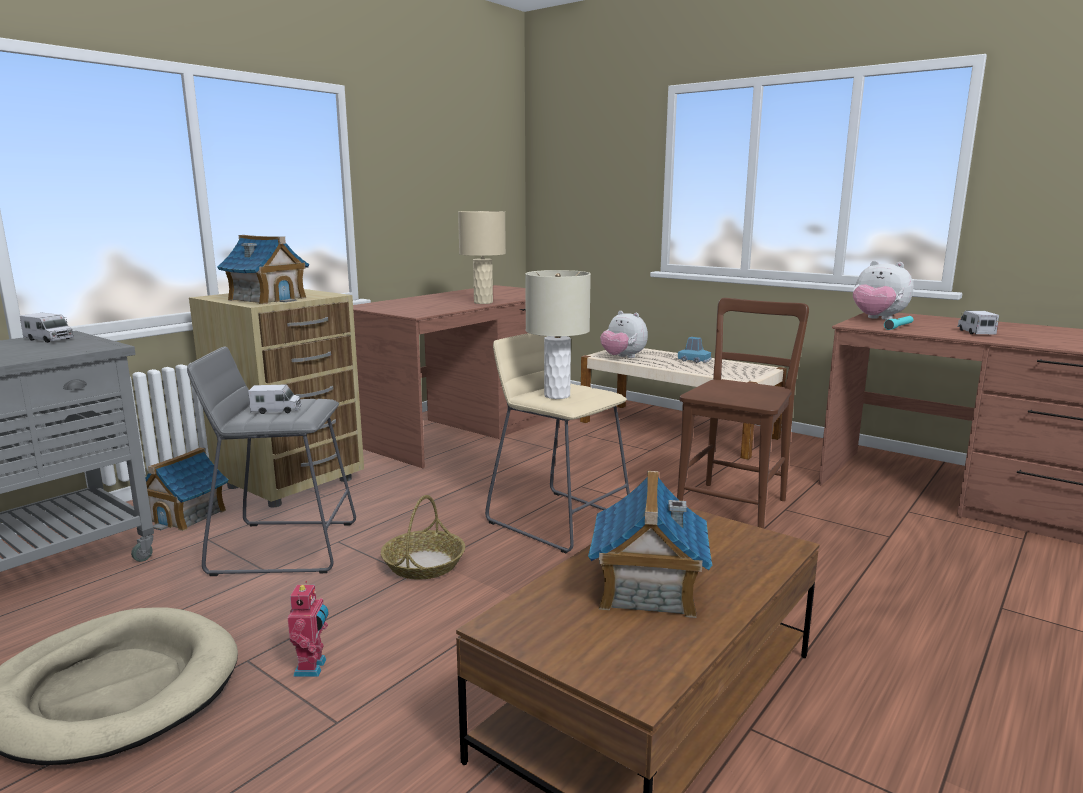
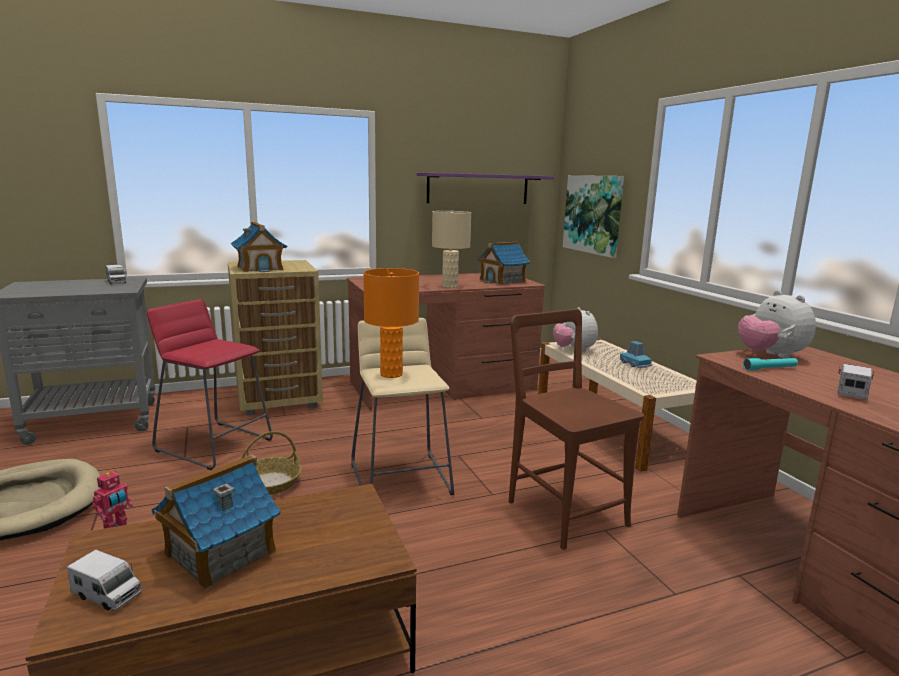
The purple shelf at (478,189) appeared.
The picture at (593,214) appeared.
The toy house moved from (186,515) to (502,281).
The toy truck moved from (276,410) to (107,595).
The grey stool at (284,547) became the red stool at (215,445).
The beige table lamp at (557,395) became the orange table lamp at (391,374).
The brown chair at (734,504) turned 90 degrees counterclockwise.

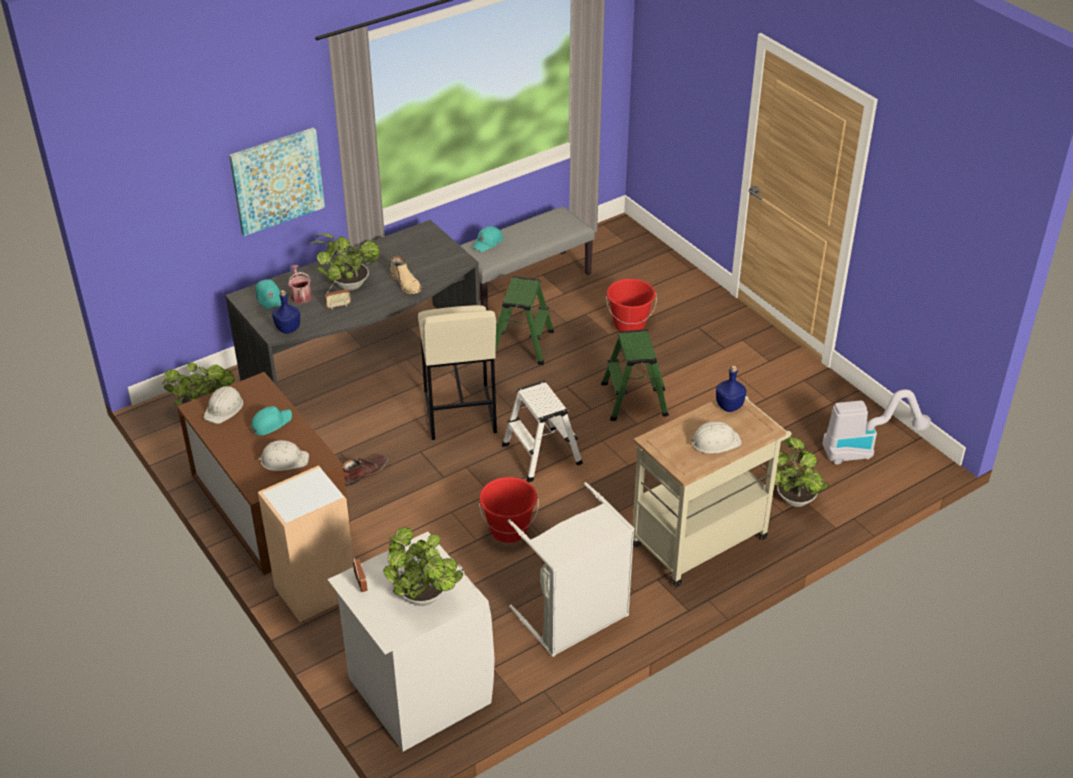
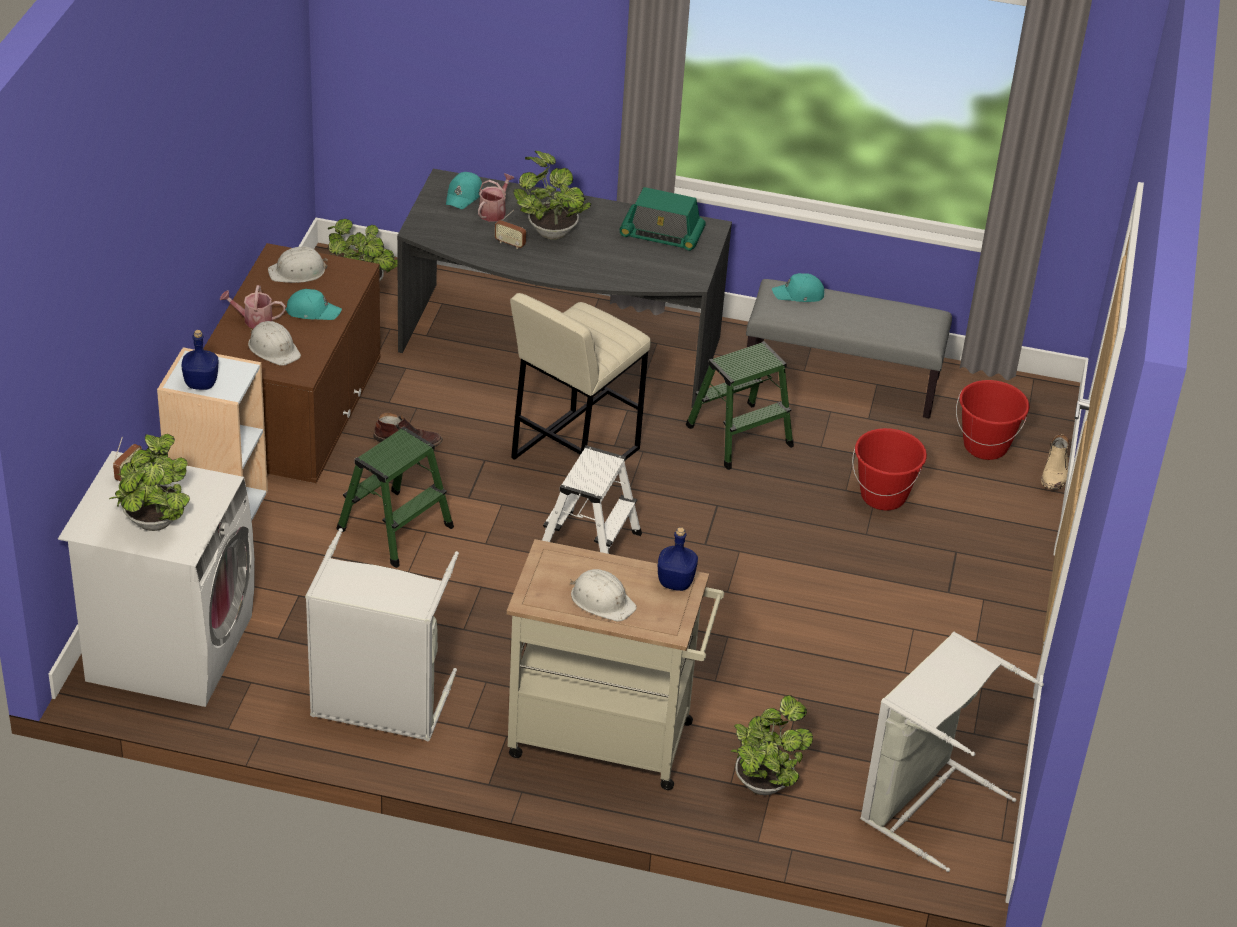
The picture at (277,180) disappeared.
The watering can at (254,320) appeared.
The radio at (661,235) appeared.
The blue bottle moved from (288,328) to (202,383).
The beige boot moved from (407,284) to (1055,473).
The red bucket moved from (508,530) to (985,446).
The green step ladder moved from (634,400) to (394,528).
The vacuum cleaner at (865,450) was replaced by the grey laundry basket at (924,802).

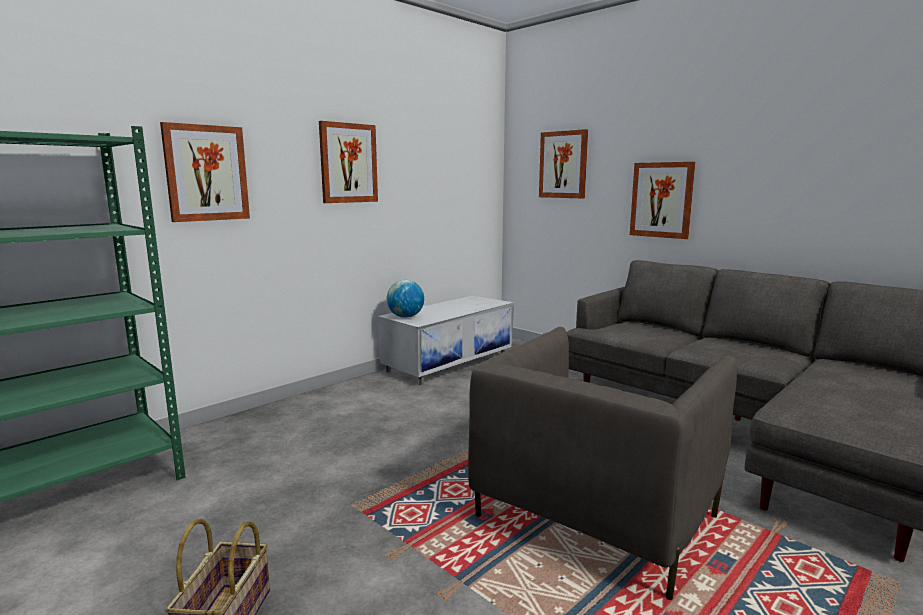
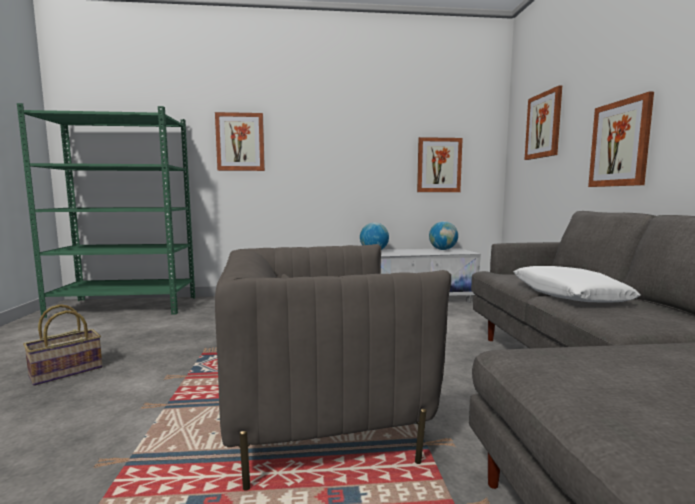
The globe at (443,249) appeared.
The white pillow at (568,295) appeared.
The picture moved from (348,163) to (439,165).

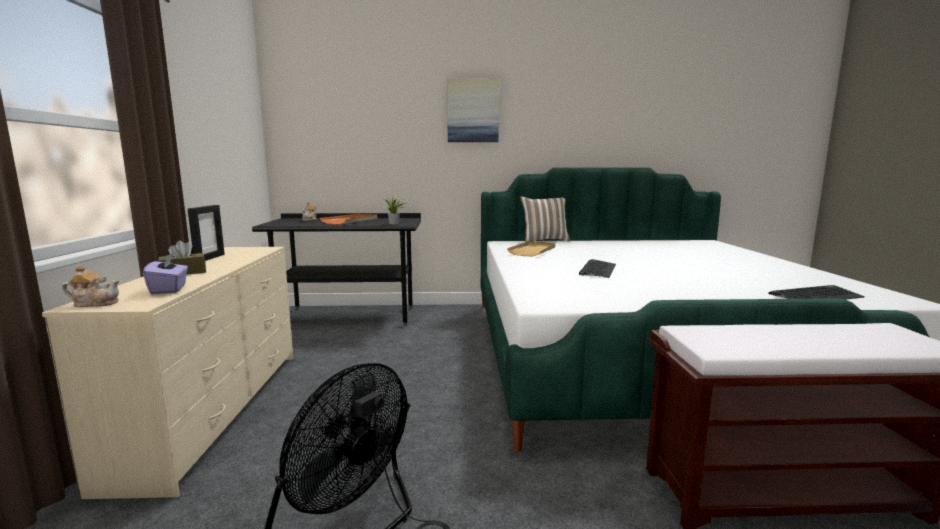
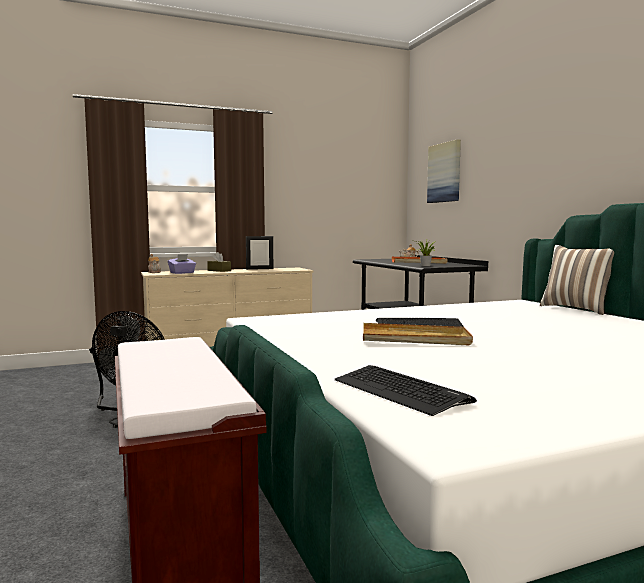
The picture moved from (473,111) to (444,172).
The beige tray moved from (533,251) to (415,339).

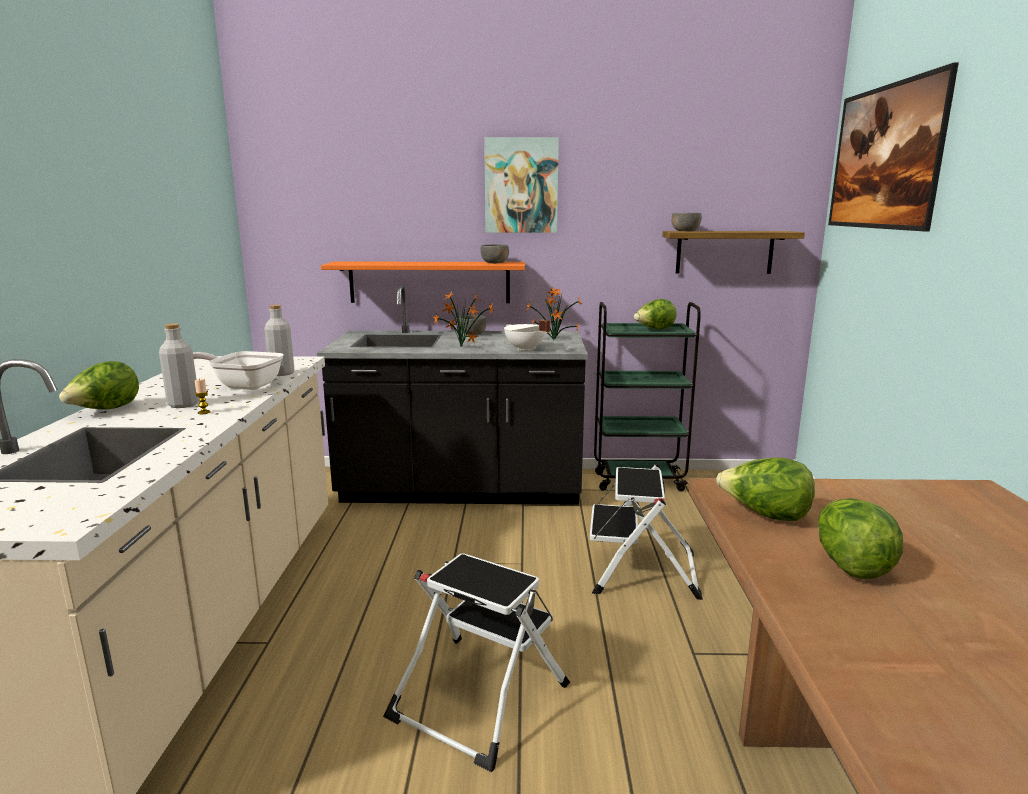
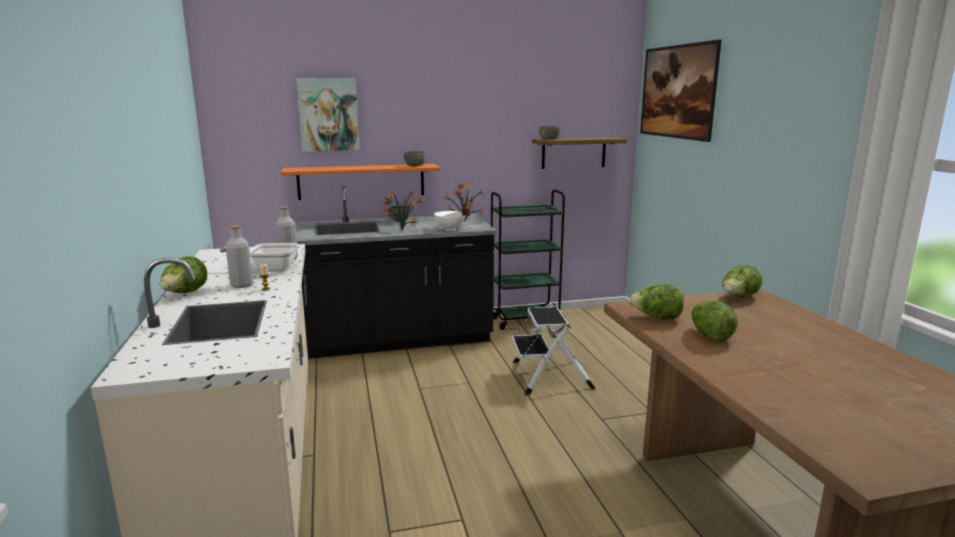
The step ladder at (478,694) disappeared.
The picture moved from (521,186) to (328,115).
The lettuce moved from (654,329) to (739,298).

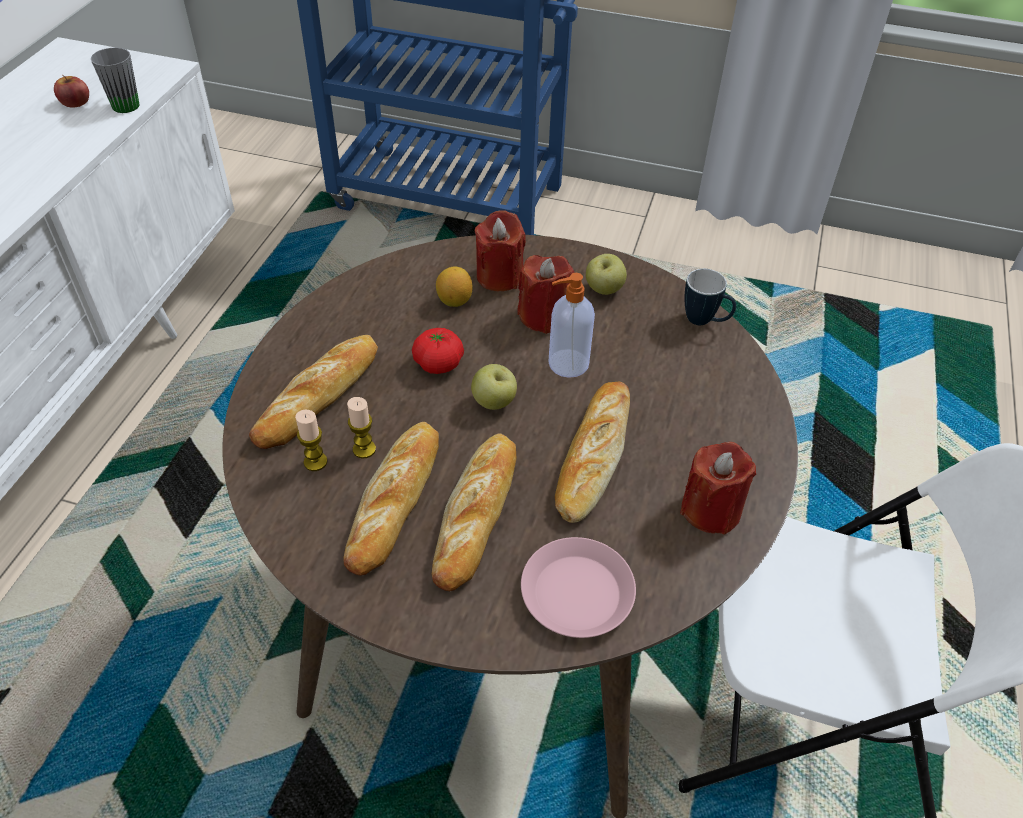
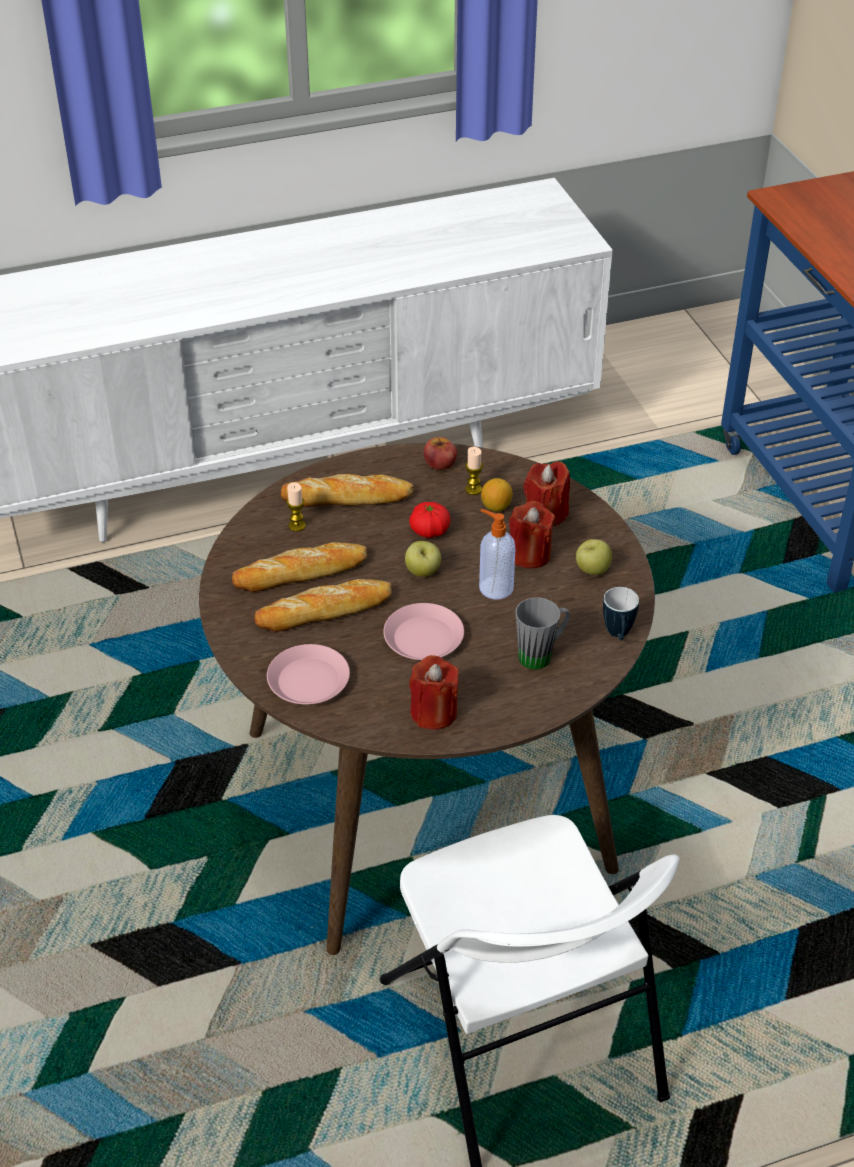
The apple moved from (75,102) to (440,463).
The grey mug moved from (128,102) to (542,654).
The candle moved from (364,449) to (473,489).
The bread at (593,455) was replaced by the pink plate at (424,638).

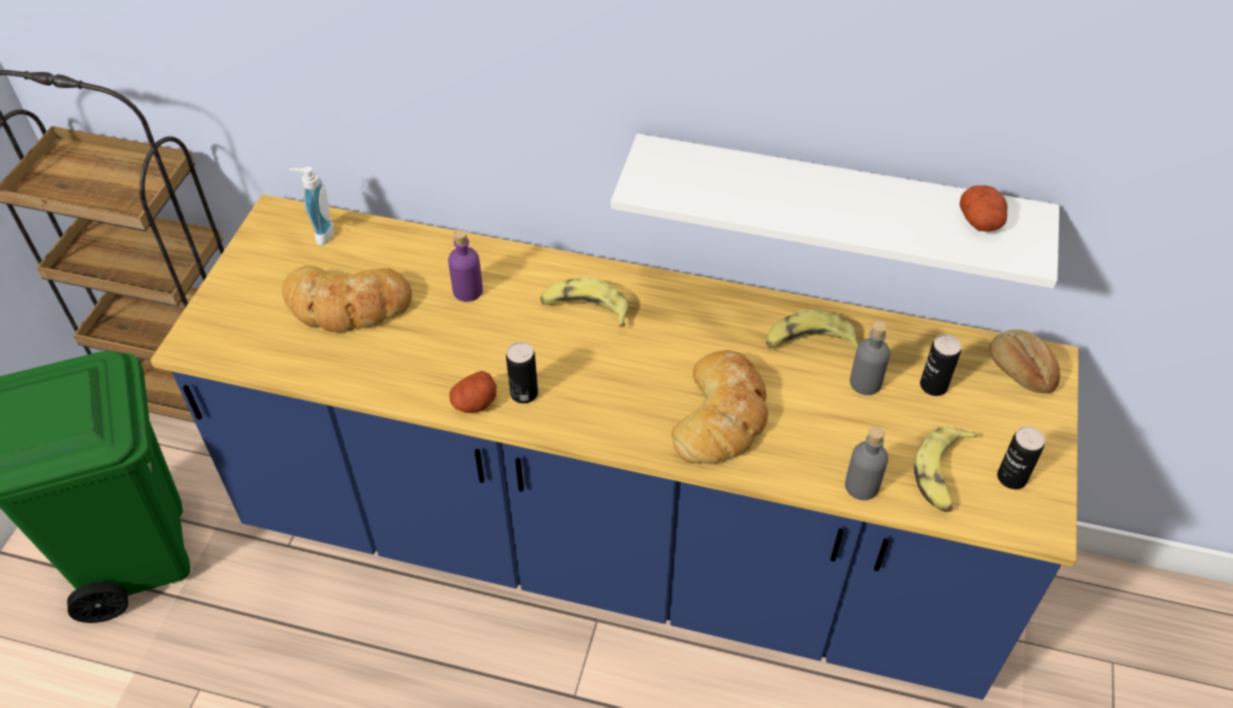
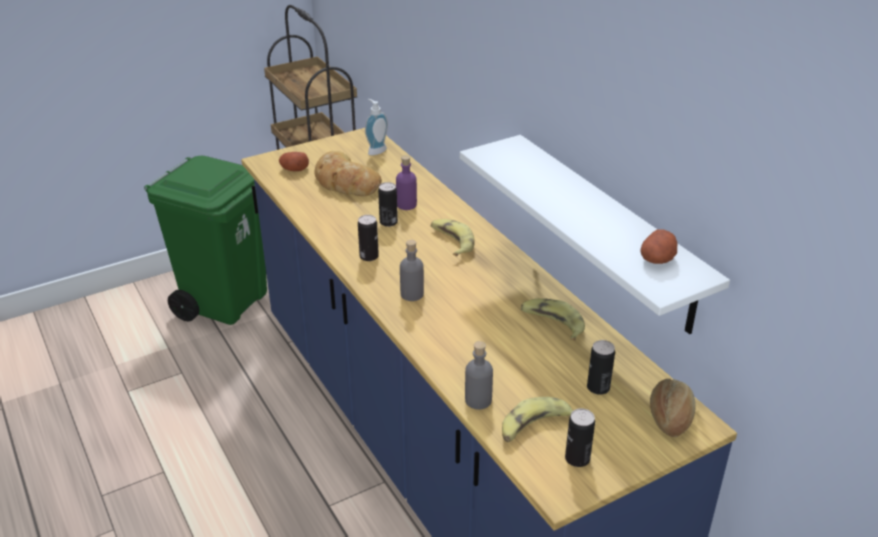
The bread at (722,415) disappeared.
The can at (388,222) appeared.
The potato moved from (474,403) to (294,169).
The grey bottle moved from (865,382) to (412,294).

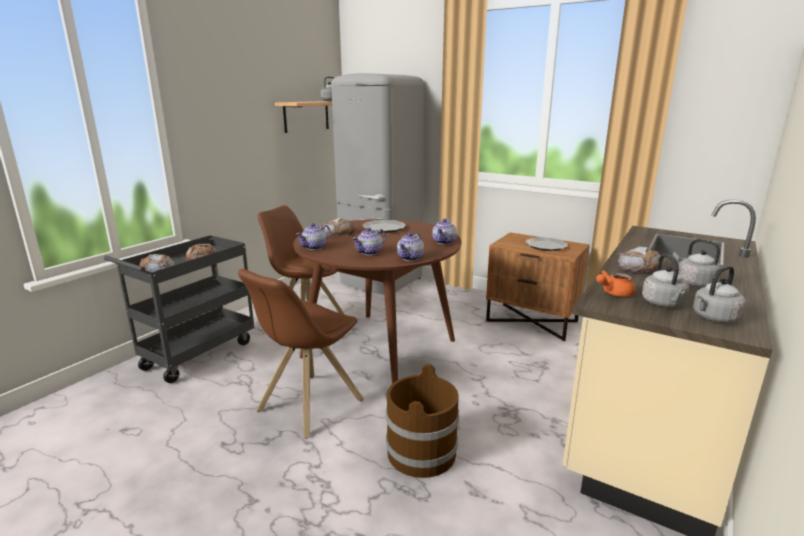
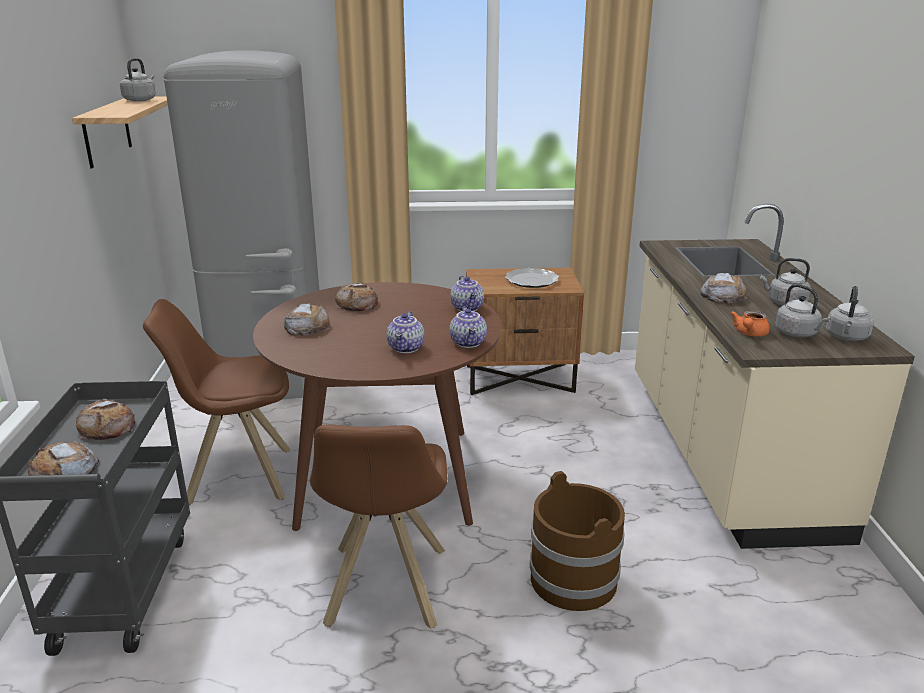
The teapot at (314,247) disappeared.
The plate at (384,228) was replaced by the bread at (357,303).

